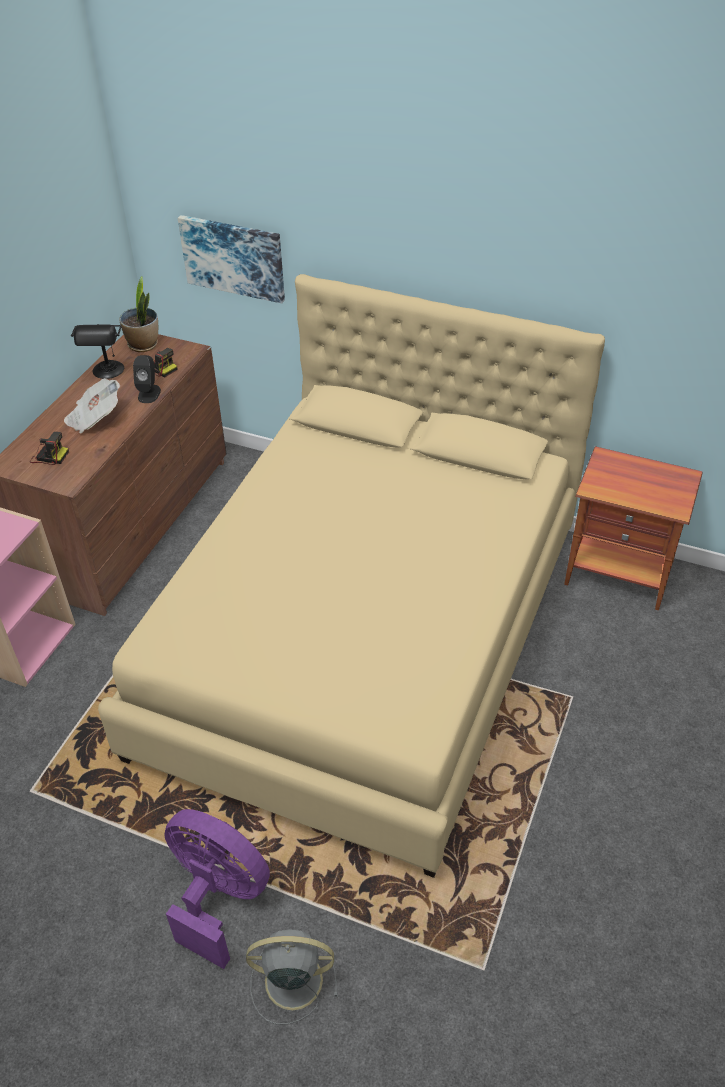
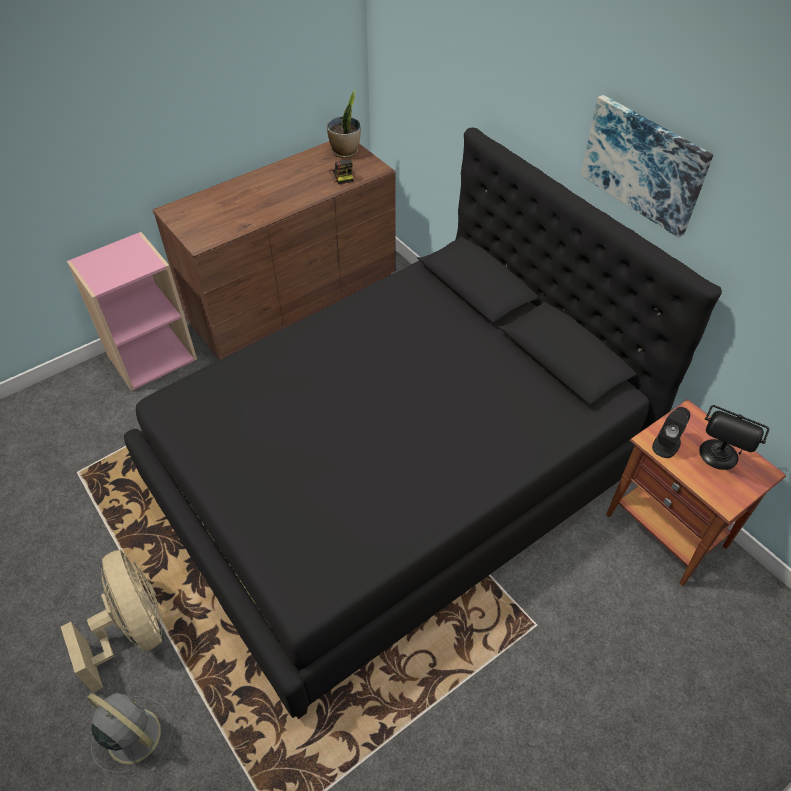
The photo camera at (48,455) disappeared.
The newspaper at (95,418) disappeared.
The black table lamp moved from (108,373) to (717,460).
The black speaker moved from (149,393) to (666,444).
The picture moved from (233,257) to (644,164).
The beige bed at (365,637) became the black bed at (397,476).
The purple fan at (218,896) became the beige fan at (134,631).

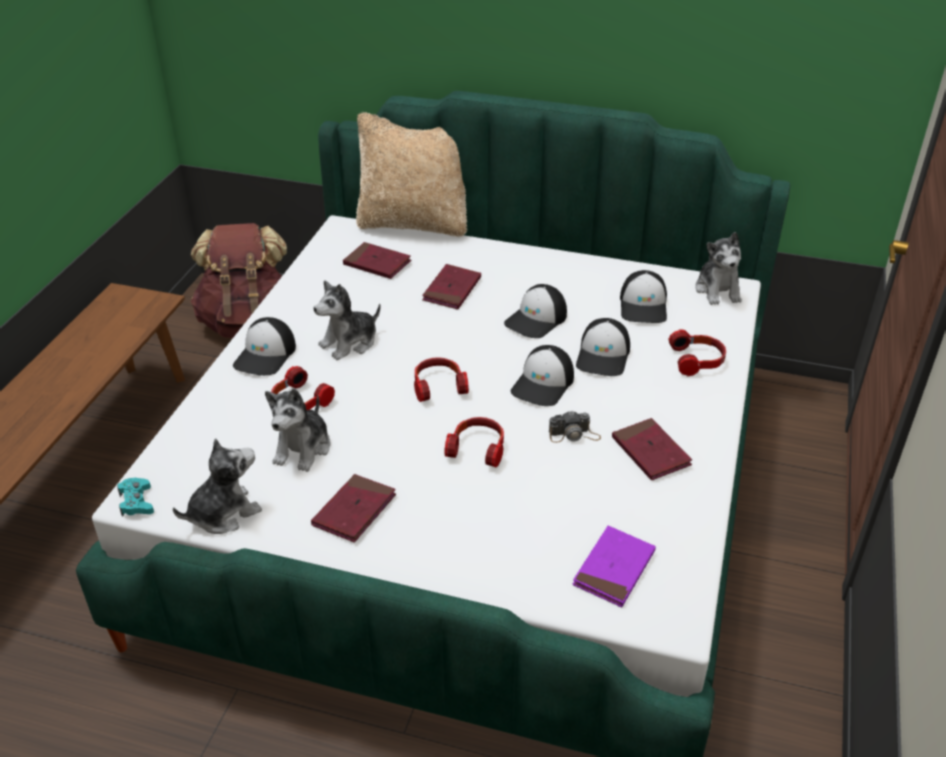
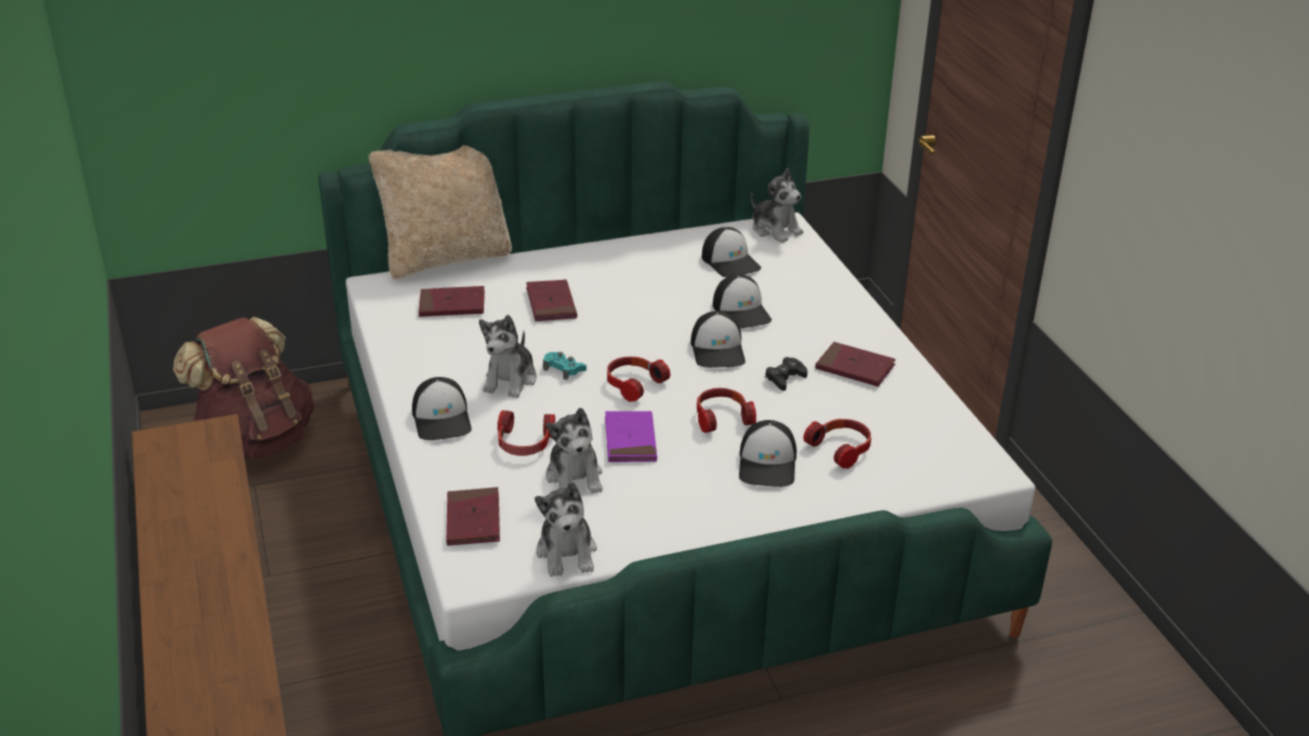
The turquoise game controller moved from (136,502) to (564,369).
The red book moved from (354,511) to (473,520).
The cap moved from (536,319) to (768,464).
The purple book moved from (614,569) to (630,440).
The headphones moved from (697,360) to (841,449).
The photo camera at (574,435) was replaced by the black game controller at (785,378).
The plush toy at (223,513) turned 150 degrees clockwise.

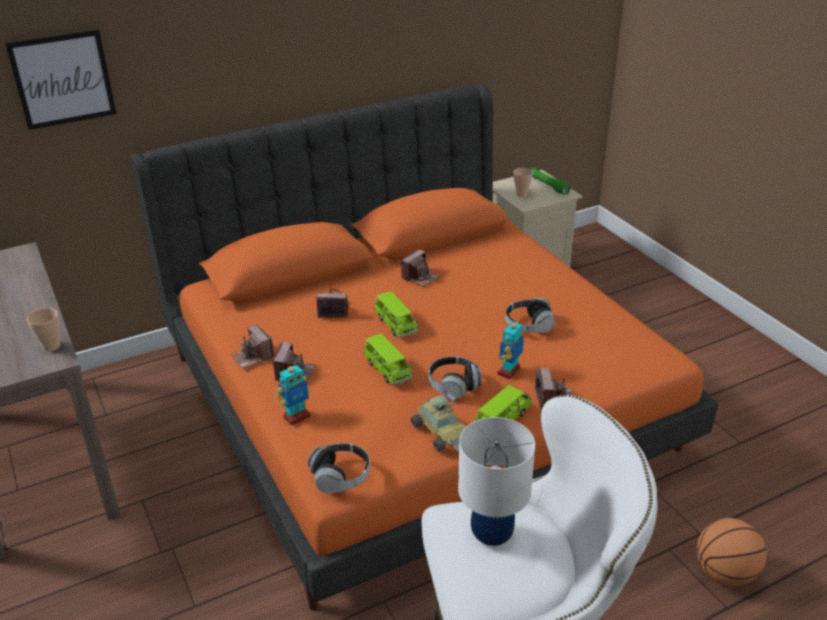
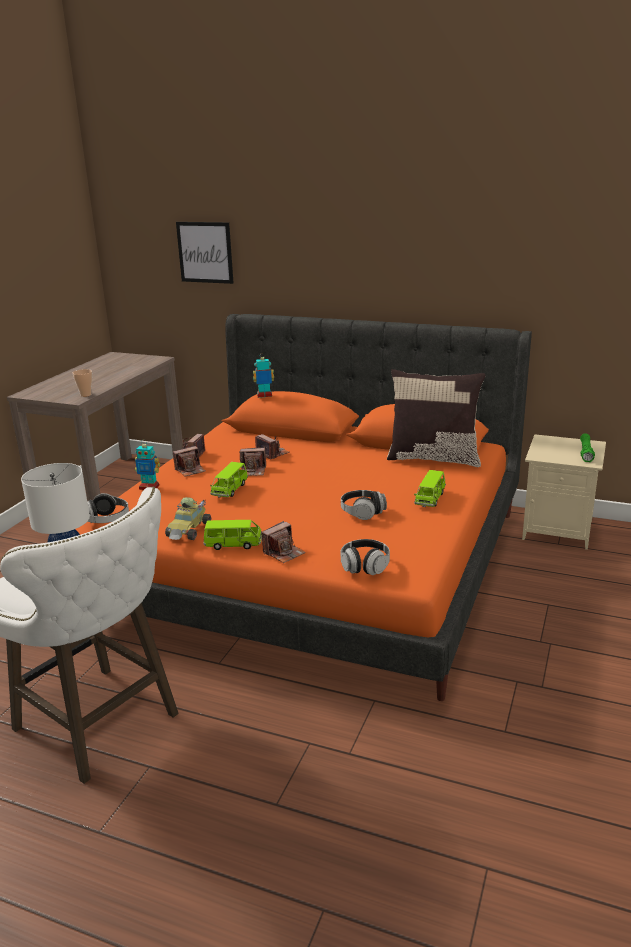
The cup at (521,194) disappeared.
The basketball at (725,573) disappeared.
The pillow at (434,458) appeared.
The green toy car moved from (396,325) to (430,499).
The photo camera moved from (420,277) to (253,471).
The headphones moved from (454,385) to (365,566).
The toy robot moved from (509,371) to (264,395).

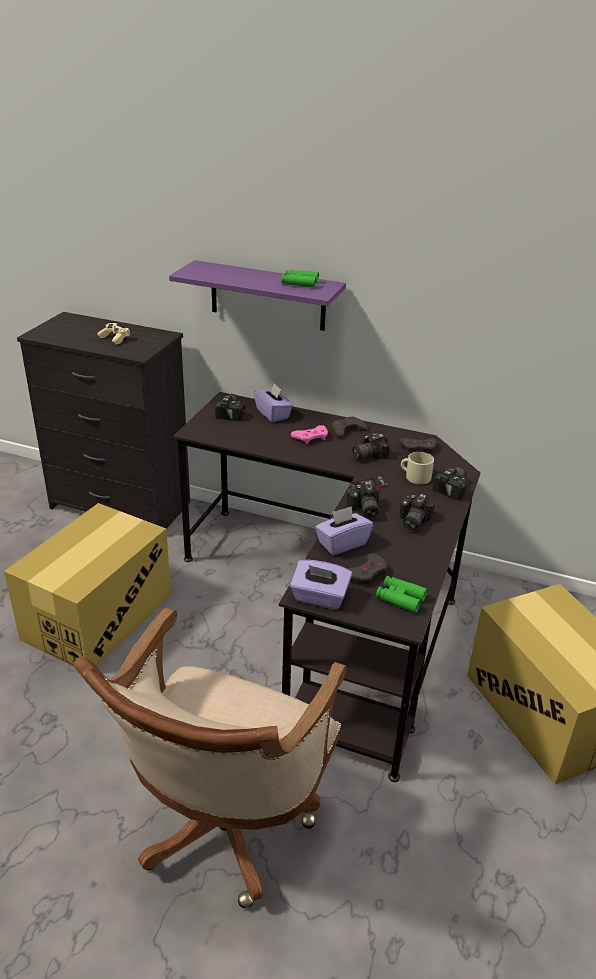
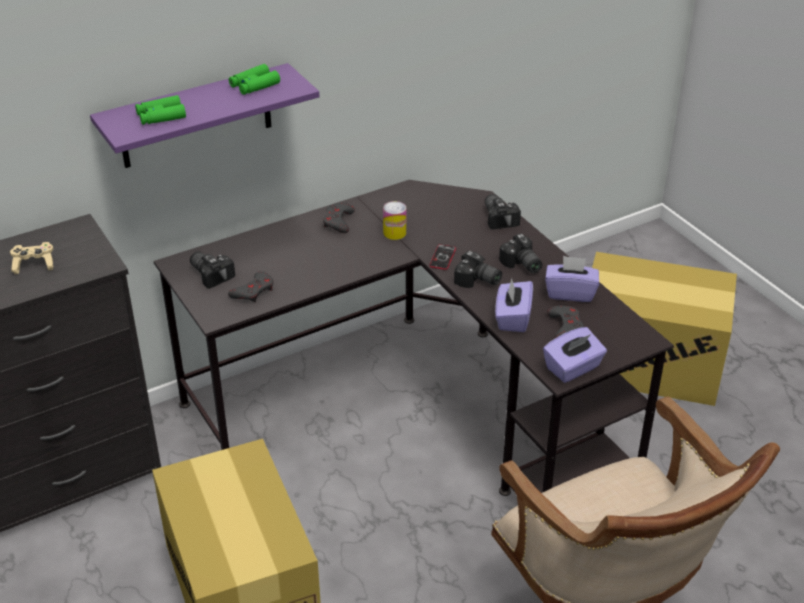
The pink game controller at (311,437) disappeared.
The beige mug at (415,476) disappeared.
The purple tissue box moved from (273,414) to (570,293).
The green binoculars moved from (400,598) to (161,116).
The grey game controller moved from (418,448) to (253,291).
The photo camera at (367,455) was replaced by the can at (394,233).

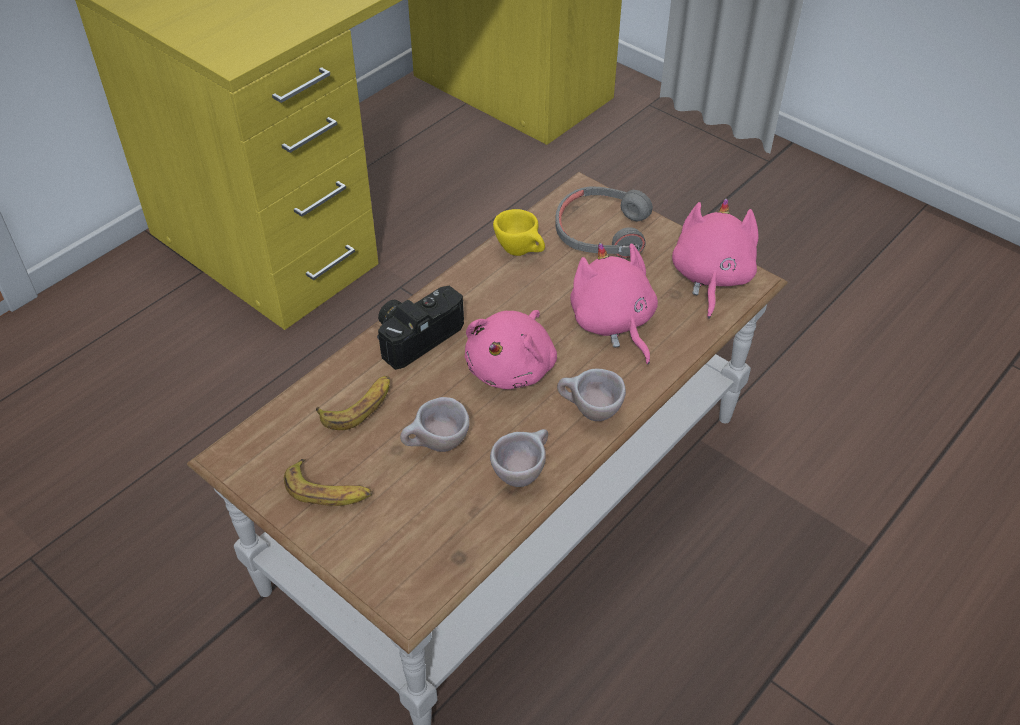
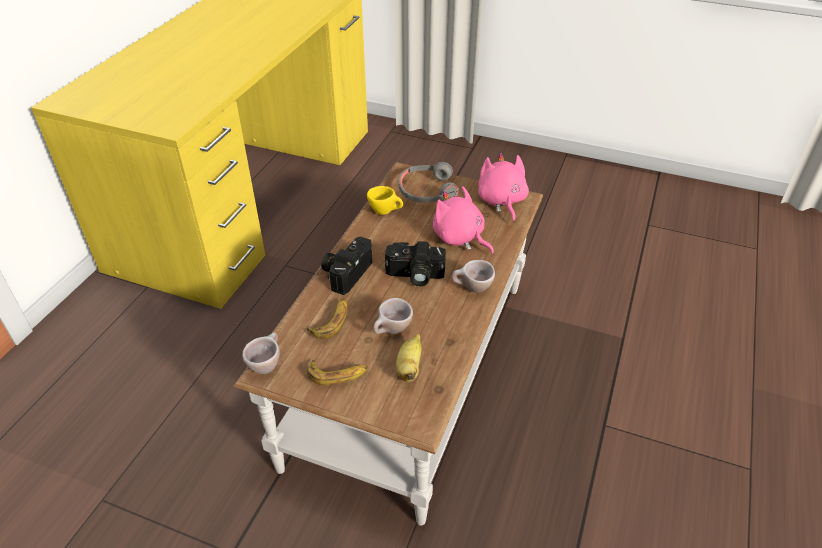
The banana at (409,367) appeared.
The beige cup moved from (522,472) to (267,364).
The pink plush toy at (512,367) was replaced by the photo camera at (414,275).

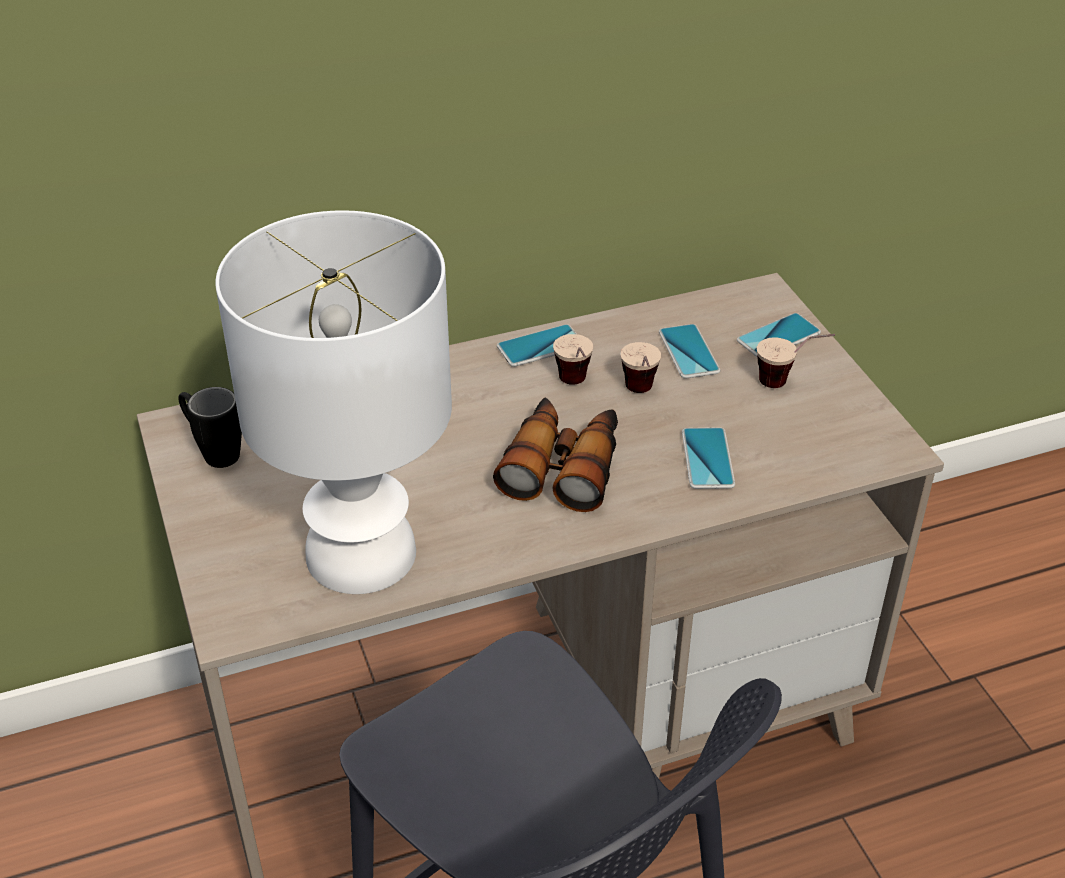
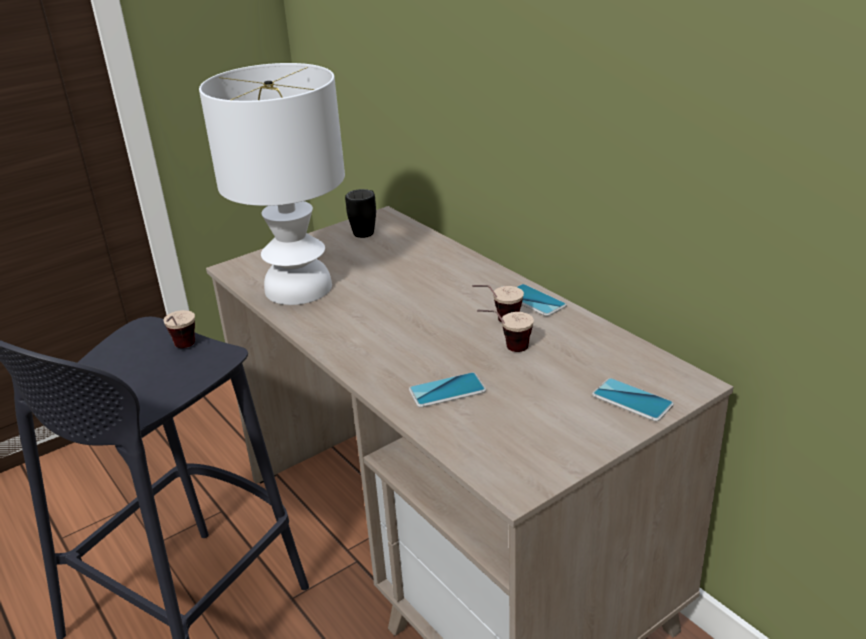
The binoculars at (563,465) disappeared.
The phone at (688,352) disappeared.
The cup moved from (789,383) to (182,350).

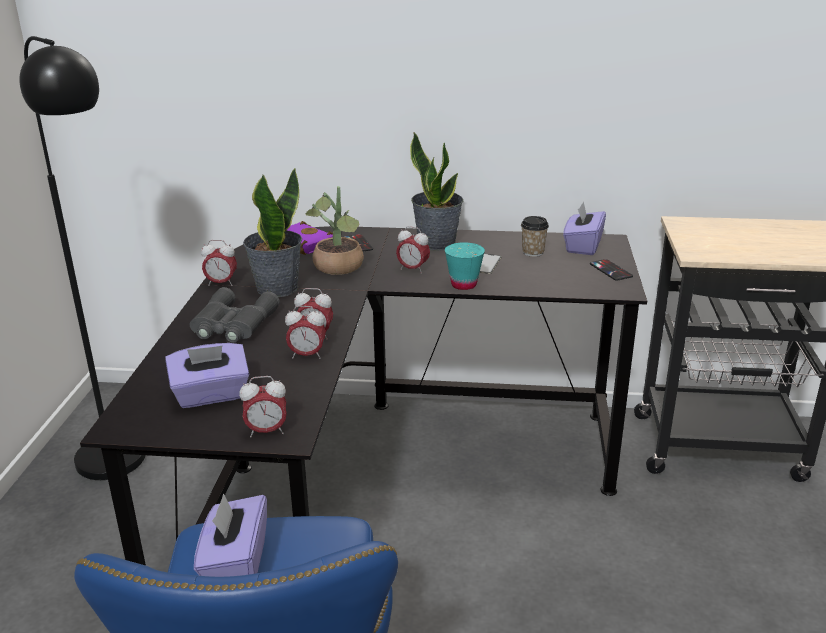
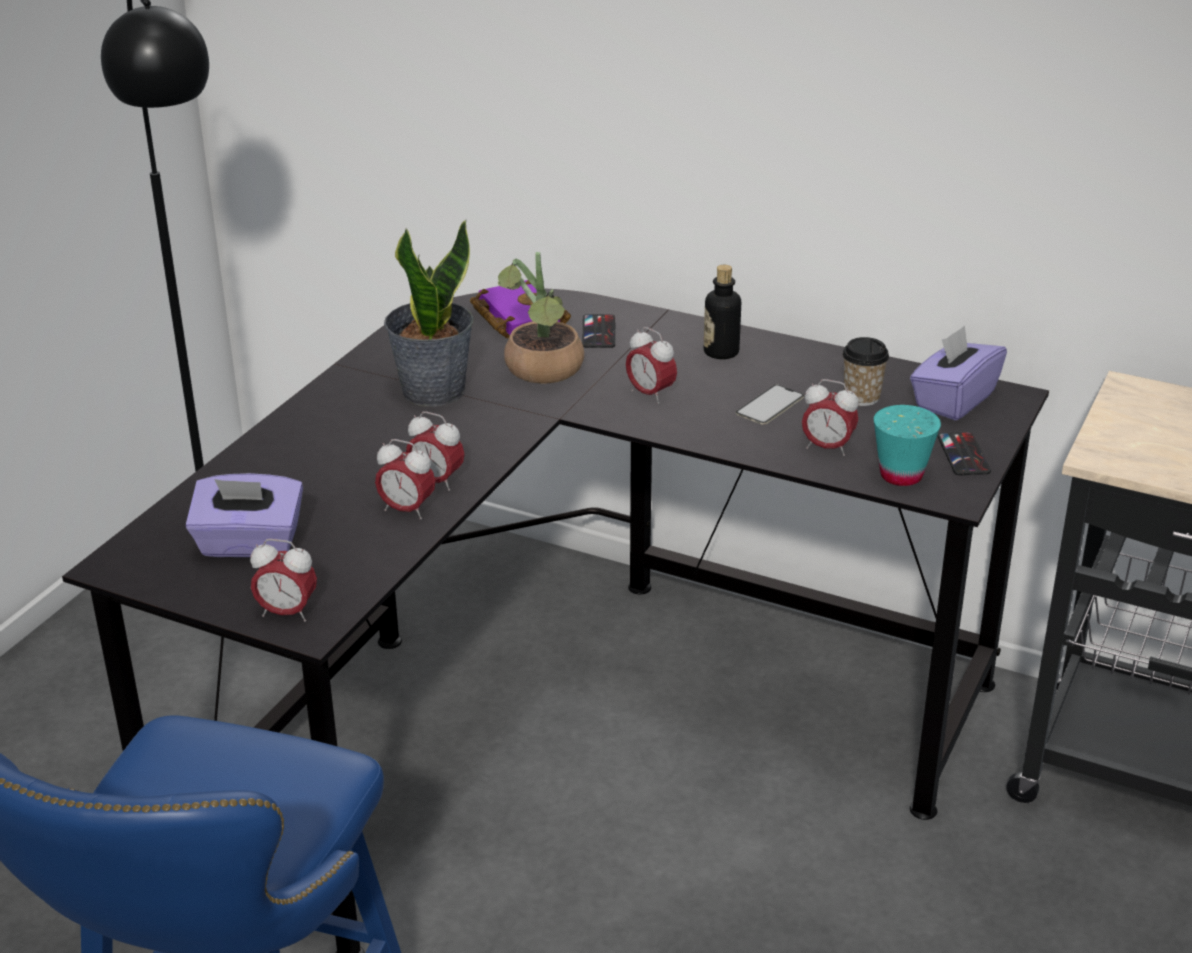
The grey binoculars at (232,325) disappeared.
The purple tissue box at (235,563) disappeared.
The alarm clock moved from (221,283) to (827,448).
The turquoise cup moved from (463,285) to (901,475).
The potted plant at (437,243) was replaced by the bottle at (721,352).

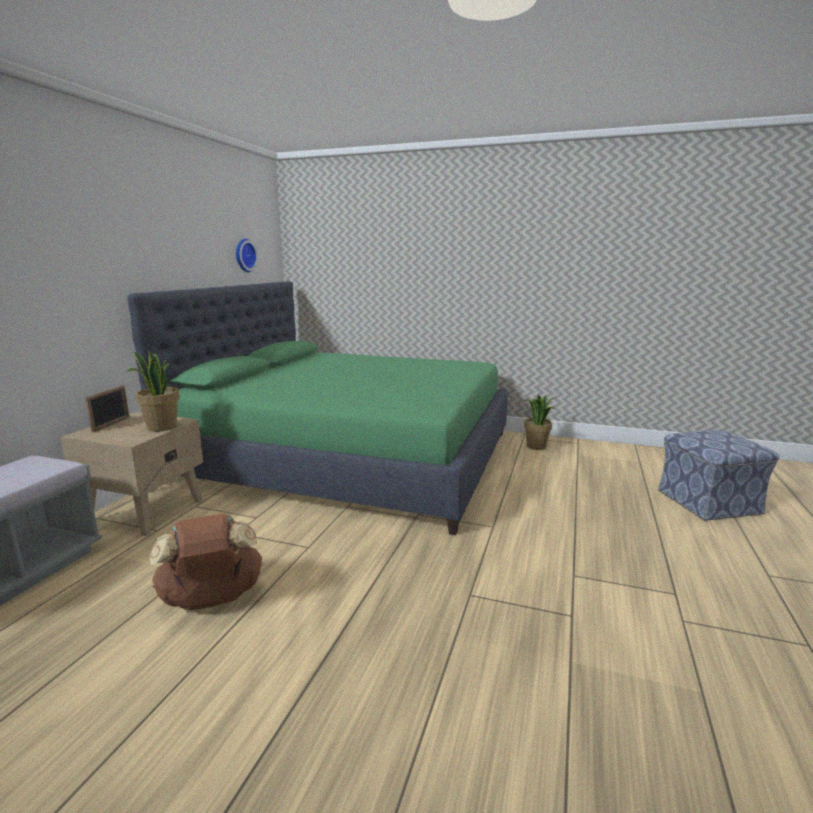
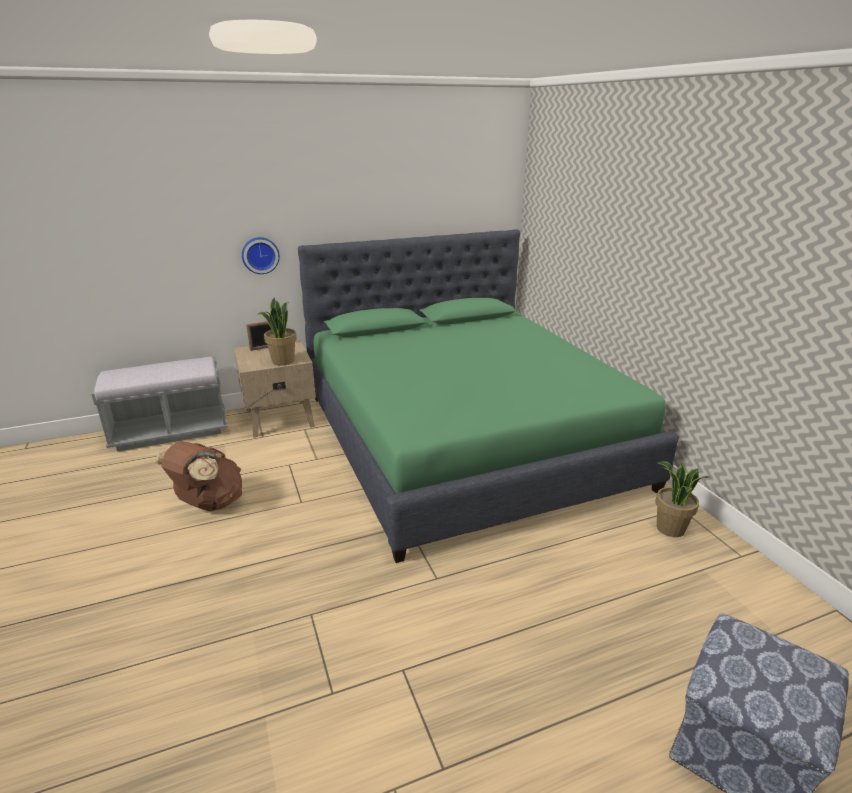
The wall clock moved from (244,255) to (260,255).

